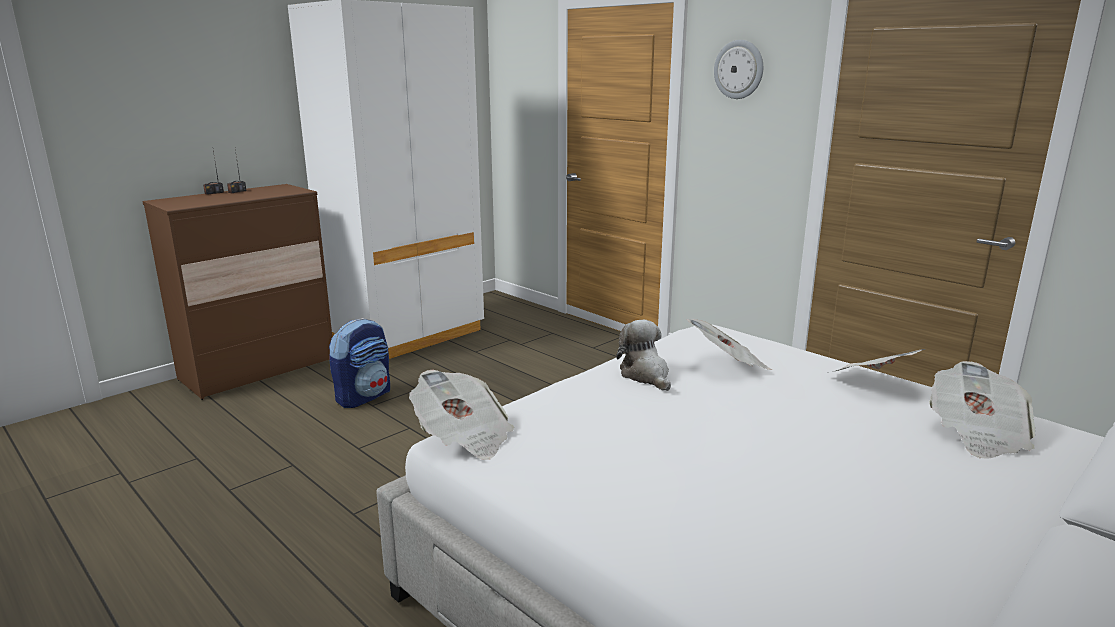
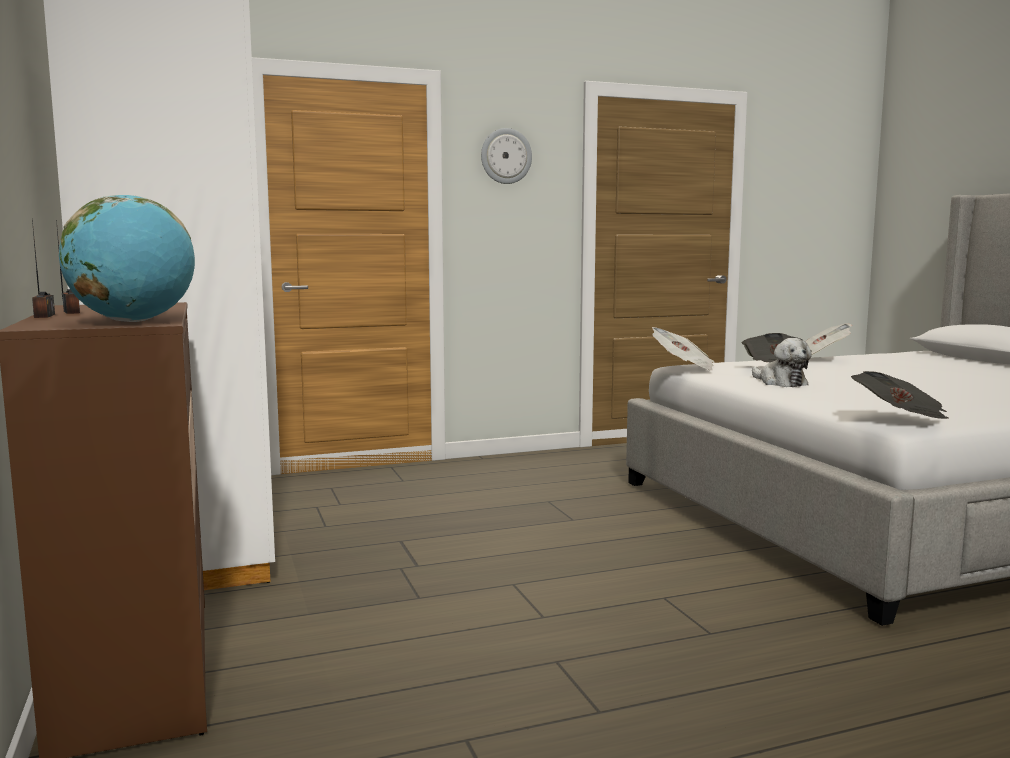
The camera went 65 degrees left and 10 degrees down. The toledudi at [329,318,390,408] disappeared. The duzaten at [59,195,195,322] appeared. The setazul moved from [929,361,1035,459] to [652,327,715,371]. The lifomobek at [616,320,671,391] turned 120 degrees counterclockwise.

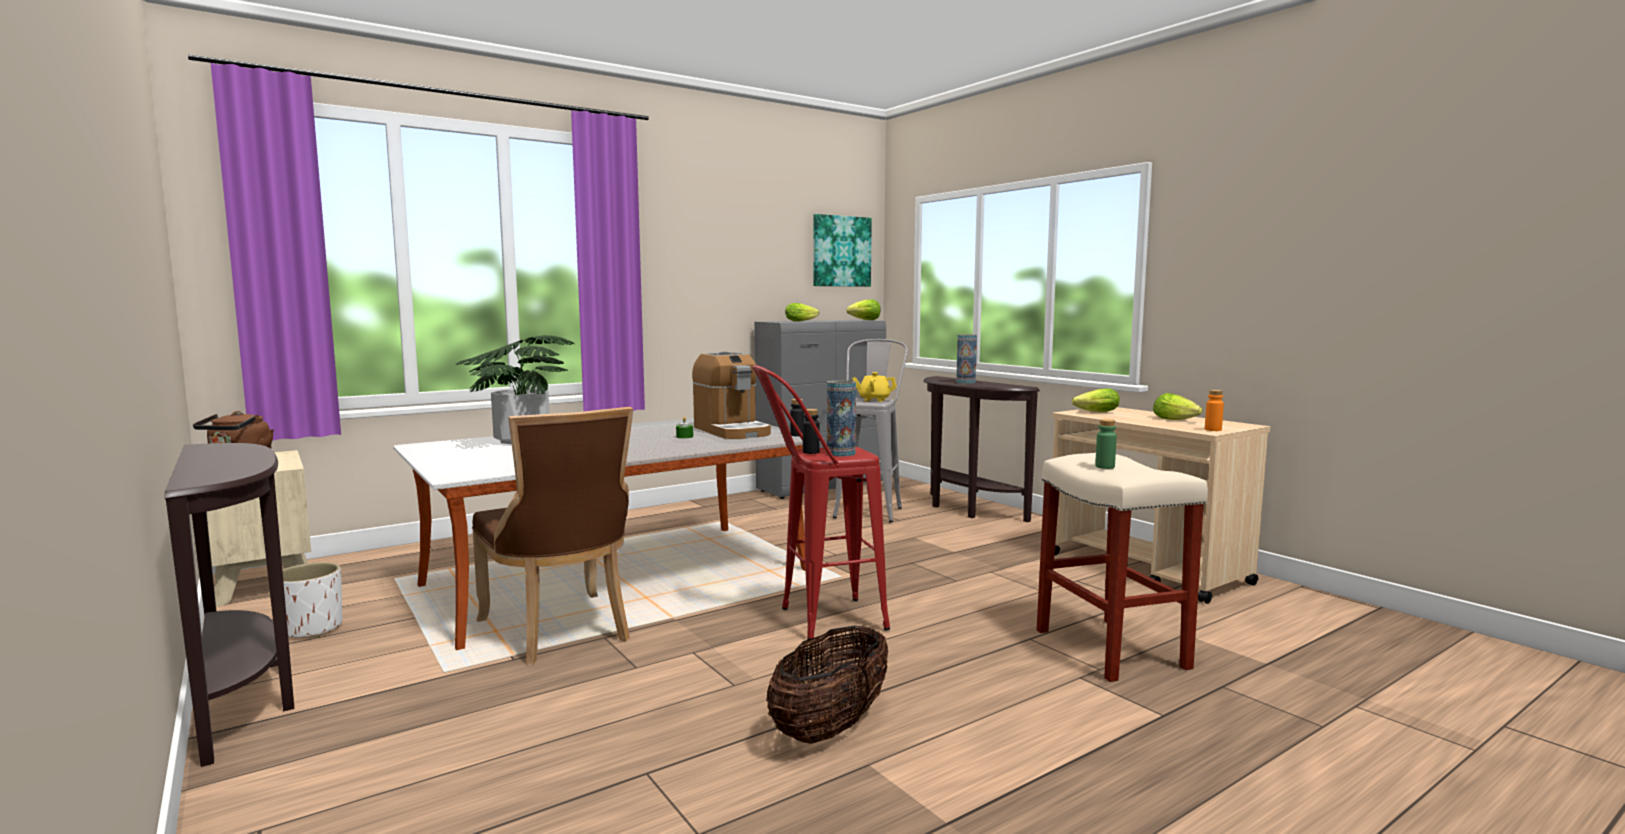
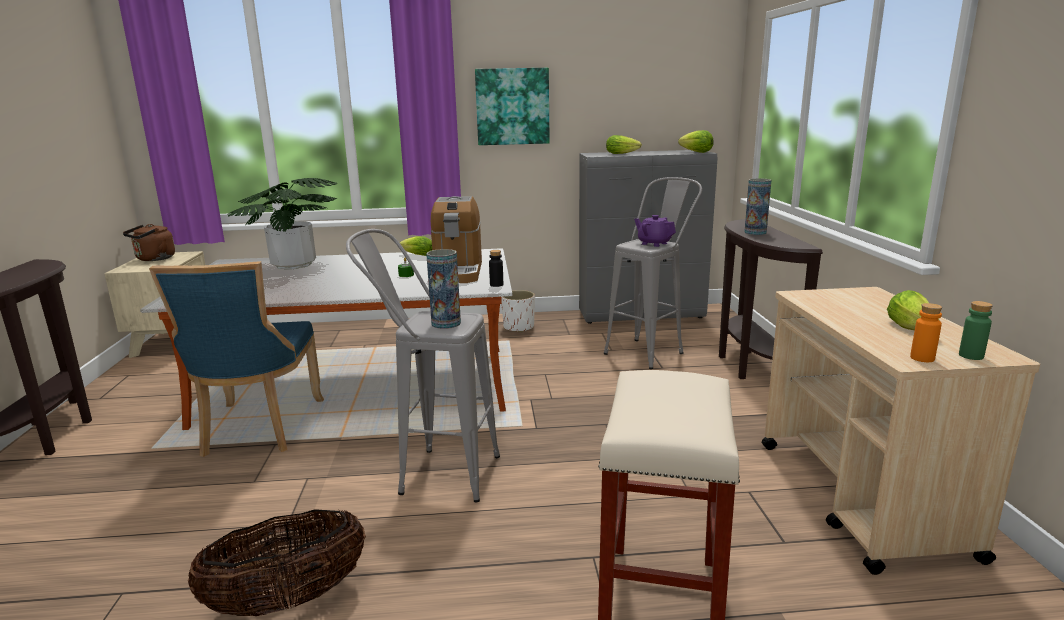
The camera went 30 degrees right and 10 degrees up. The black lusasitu at [803,409,820,454] disappeared. The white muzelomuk moved from [282,562,342,638] to [501,290,535,333]. The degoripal moved from [813,214,872,287] to [475,68,550,145]. The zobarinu moved from [1072,388,1120,412] to [399,236,432,256]. The green lusasitu moved from [1095,419,1117,469] to [959,301,993,360]. The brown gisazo at [472,407,633,664] became the blue gisazo at [149,261,324,457]. The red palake at [752,365,890,640] became the grey palake at [346,229,500,502]. The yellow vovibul at [852,372,897,402] became the purple vovibul at [634,215,676,247].

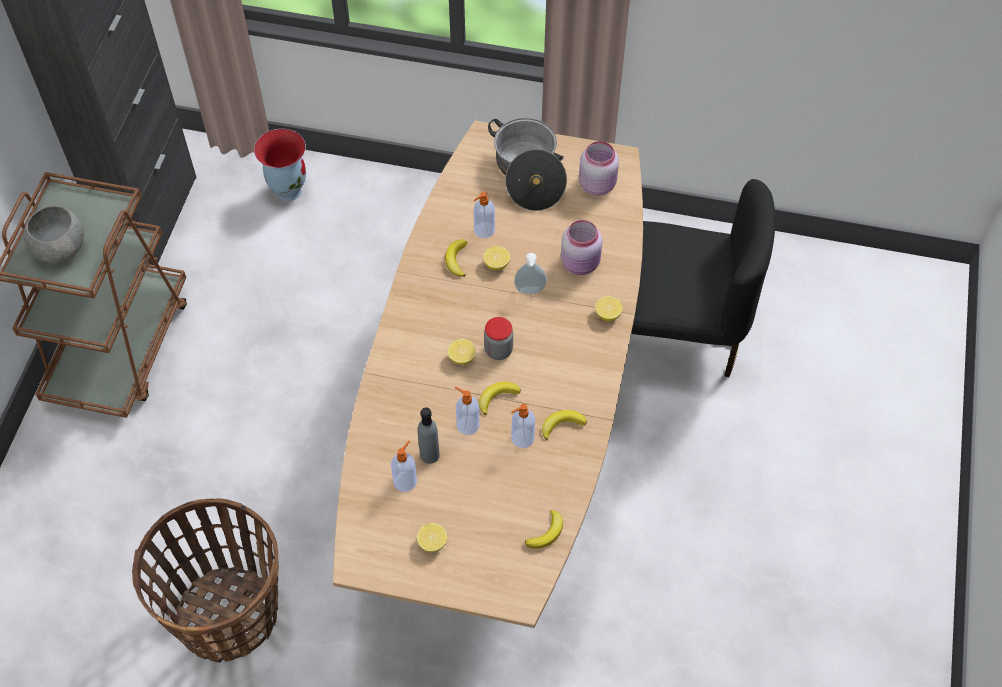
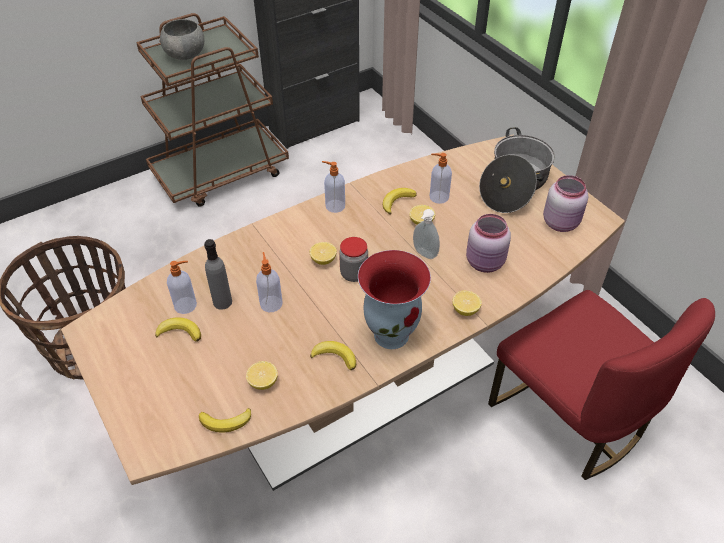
The camera went 45 degrees right and 10 degrees down. The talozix moved from [254,129,306,201] to [358,250,431,349]. The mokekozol moved from [417,523,447,552] to [246,361,278,390]. The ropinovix moved from [479,382,521,415] to [155,317,201,342]. The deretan moved from [511,404,535,448] to [322,161,345,213]. The black gisazo at [631,179,775,377] became the red gisazo at [488,290,715,480].

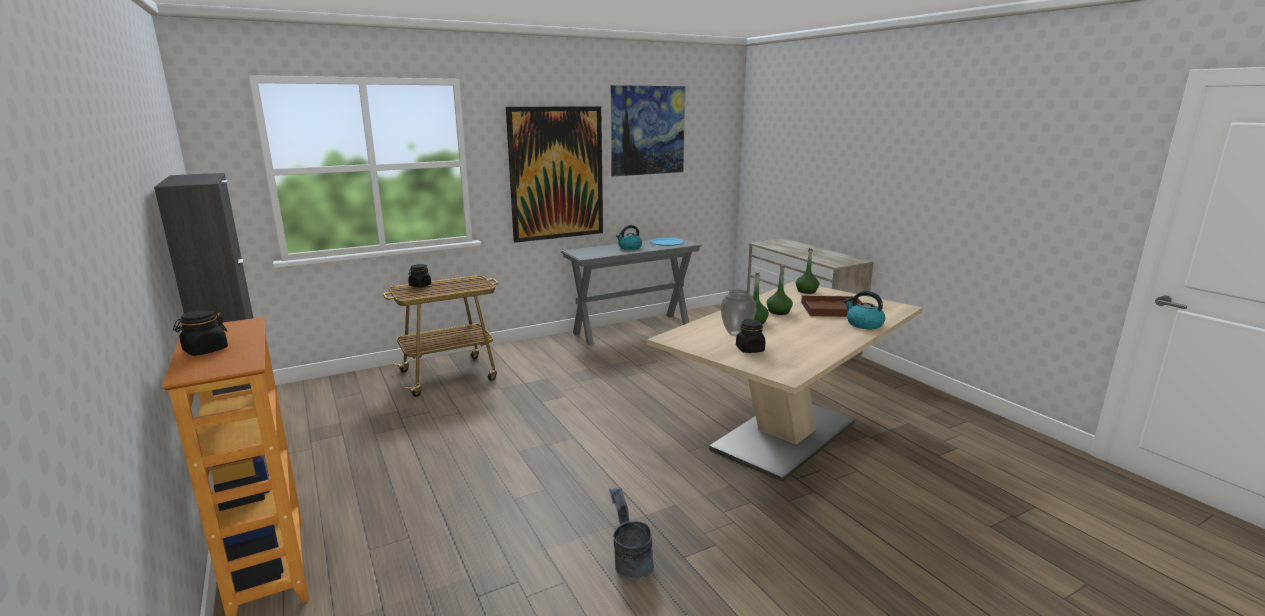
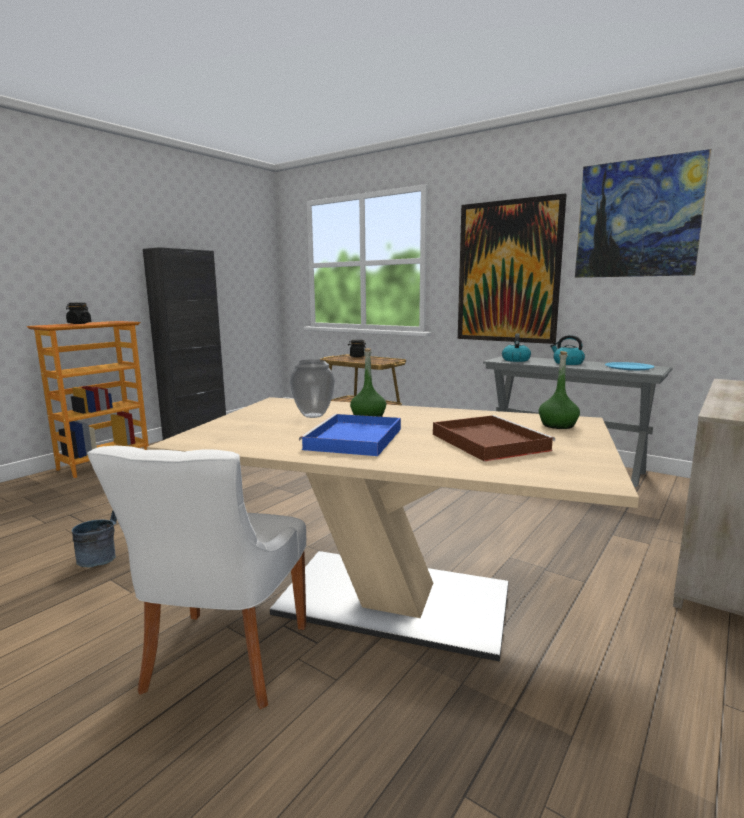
The camera went 65 degrees right and 5 degrees down. The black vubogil at [736,319,765,353] disappeared. The green lusasitu at [766,264,793,315] disappeared. The white gisazo at [87,446,306,709] appeared. The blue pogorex at [299,414,401,456] appeared. The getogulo moved from [844,291,885,329] to [502,333,531,362].

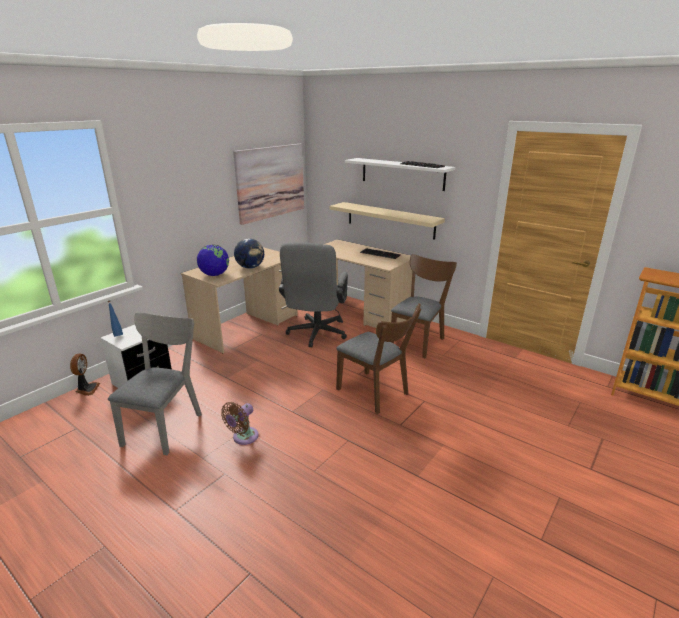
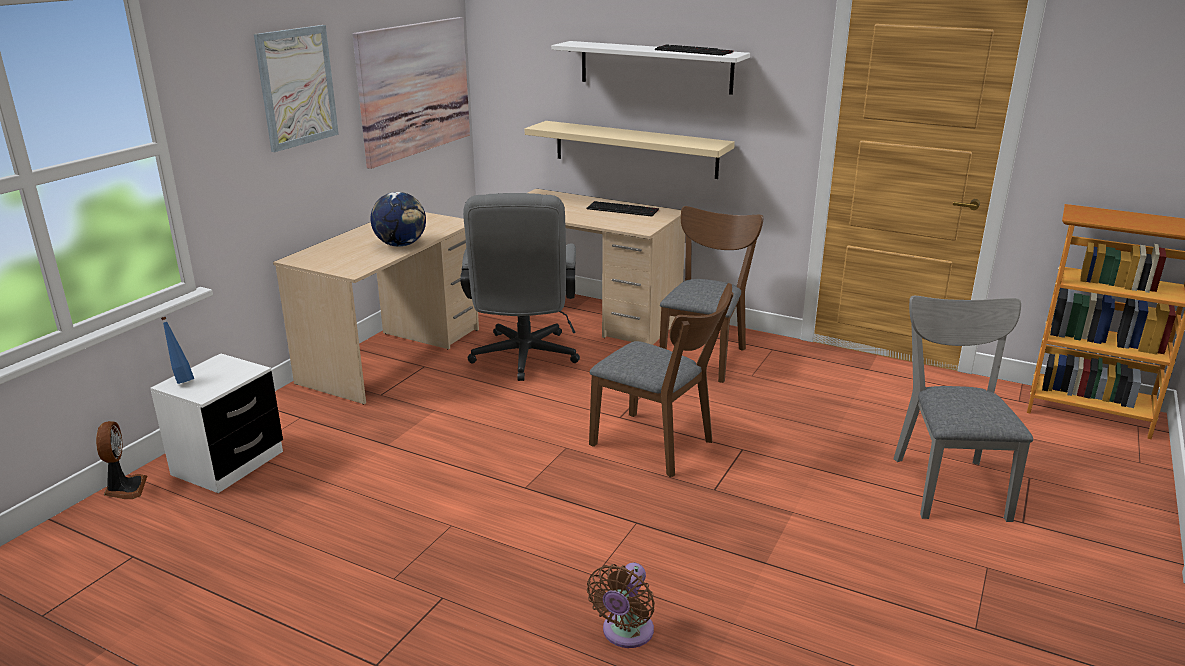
The camera went 10 degrees left and 0 degrees up. The duzaten at [197,245,229,276] disappeared. The degoripal at [254,25,339,152] appeared. The grey gisazo moved from [108,312,202,455] to [893,296,1033,522]. The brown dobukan moved from [221,402,259,445] to [587,563,655,648].

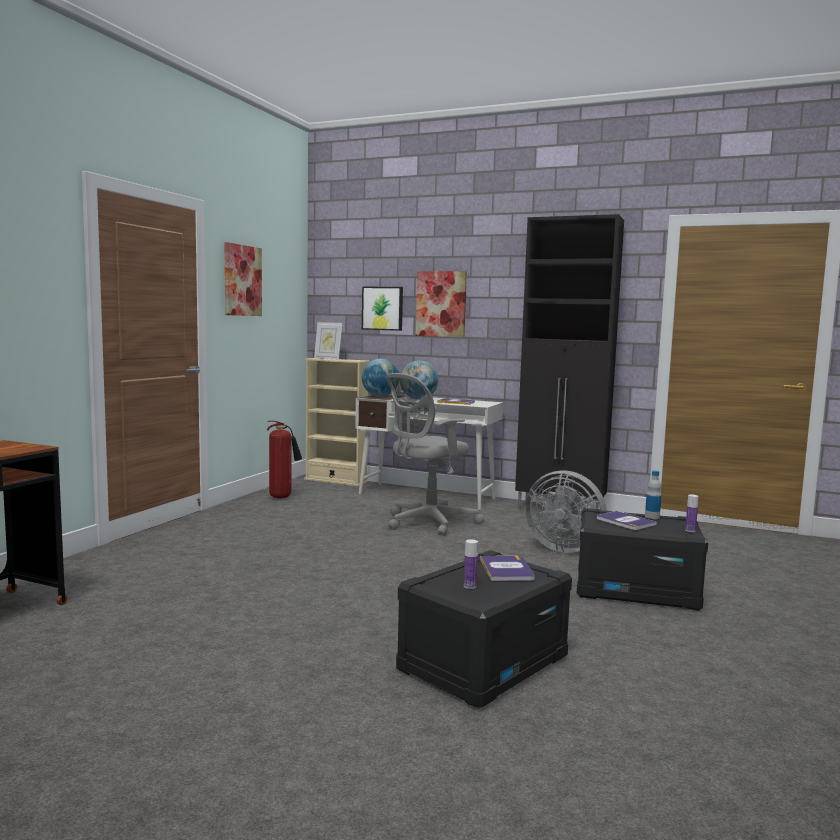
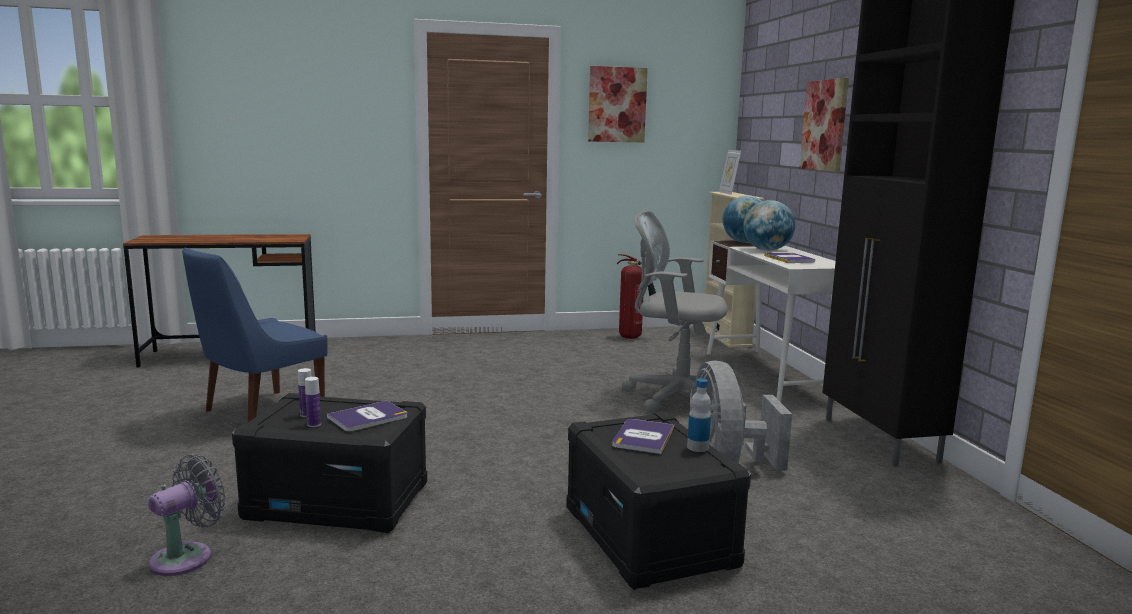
The camera went 55 degrees right and 5 degrees up. The degoripal at [362,287,403,331] disappeared. The grey dobukan at [148,454,226,576] appeared. The blue gisazo at [182,247,328,422] appeared. The lusasitu moved from [685,495,698,532] to [305,377,321,427].

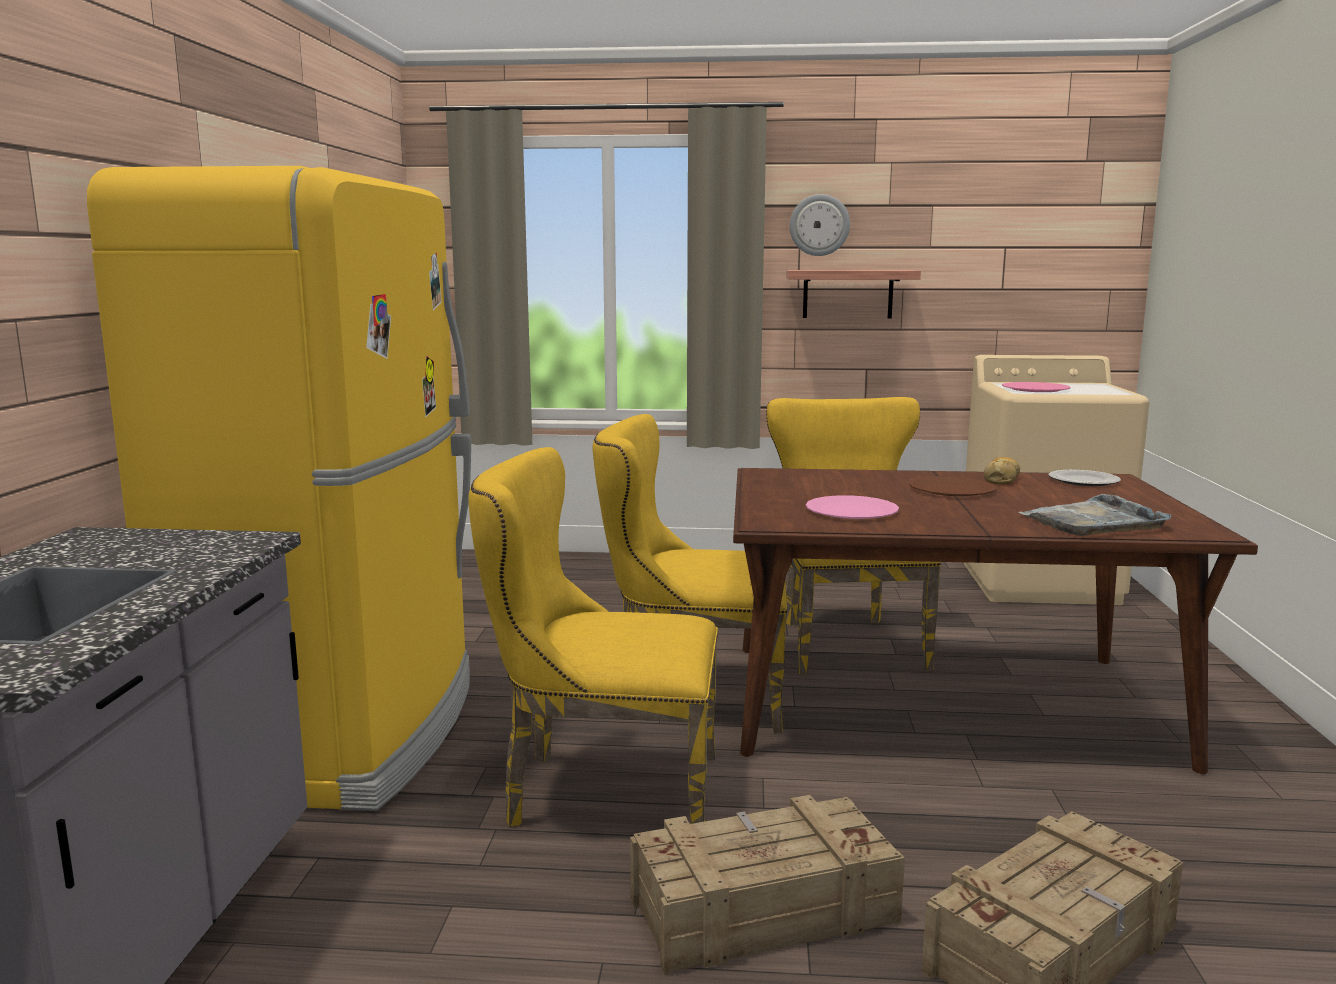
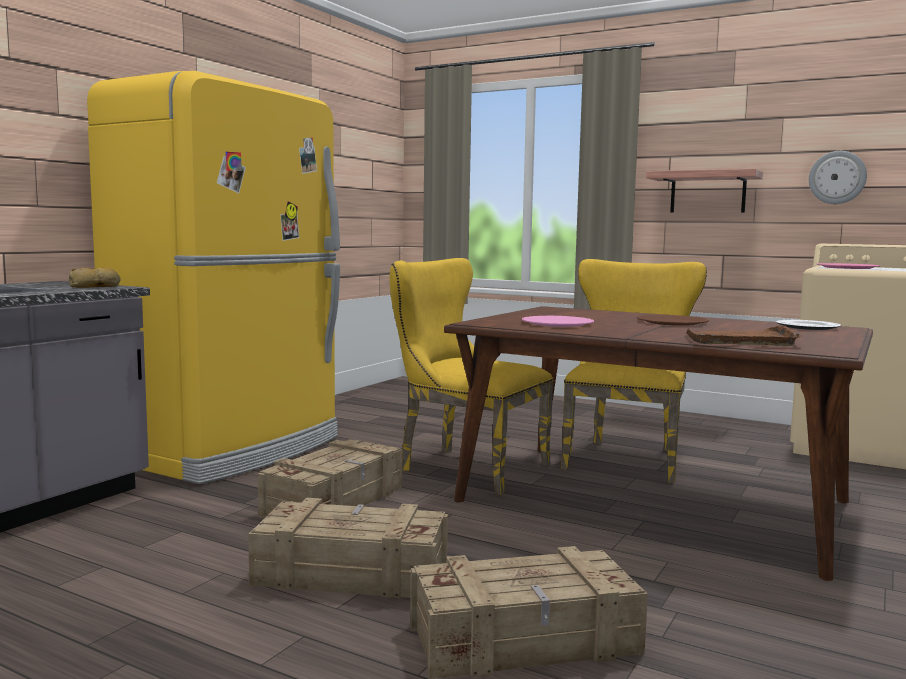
The camera went 25 degrees right and 5 degrees down. The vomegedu moved from [790,194,850,256] to [809,151,867,204]. The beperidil moved from [984,457,1020,484] to [69,267,121,288]. The yellow gisazo at [468,447,718,827] was replaced by the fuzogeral at [258,439,402,518]. The grey pogorex at [1018,494,1171,536] became the brown pogorex at [685,326,803,346].

